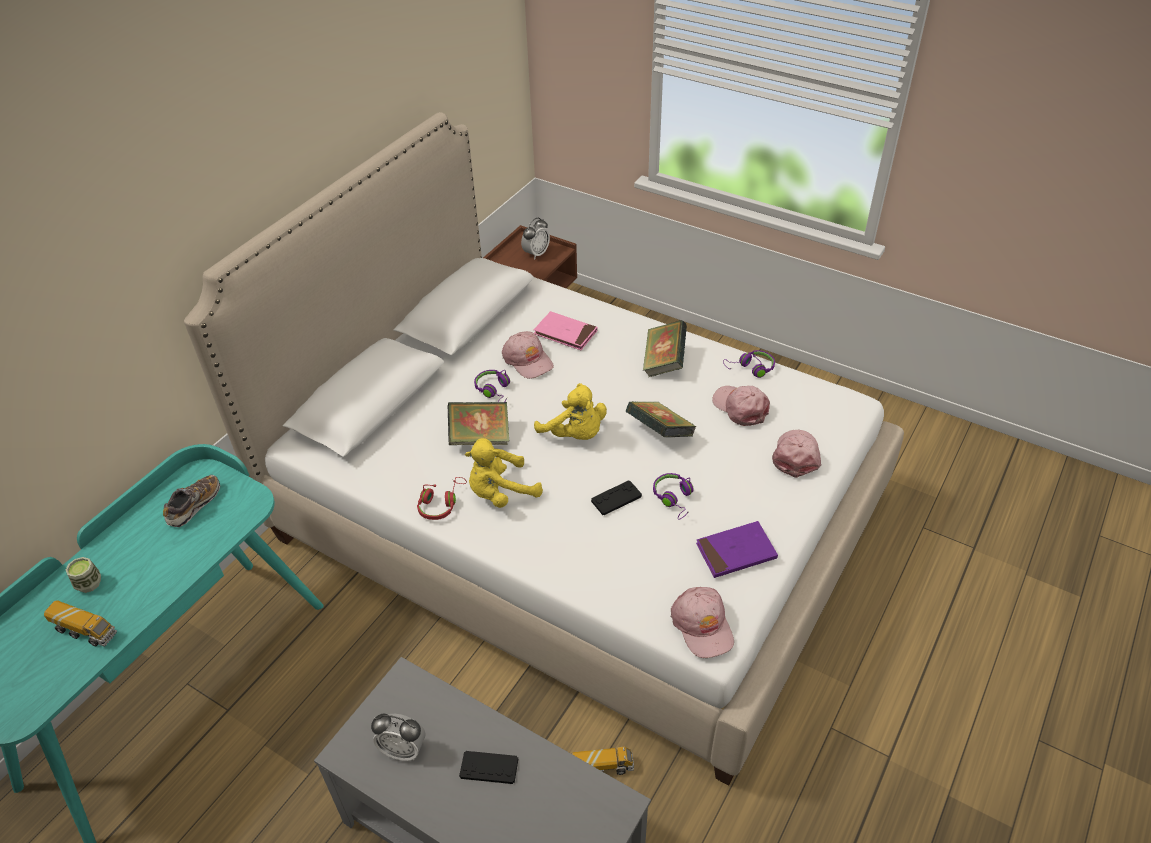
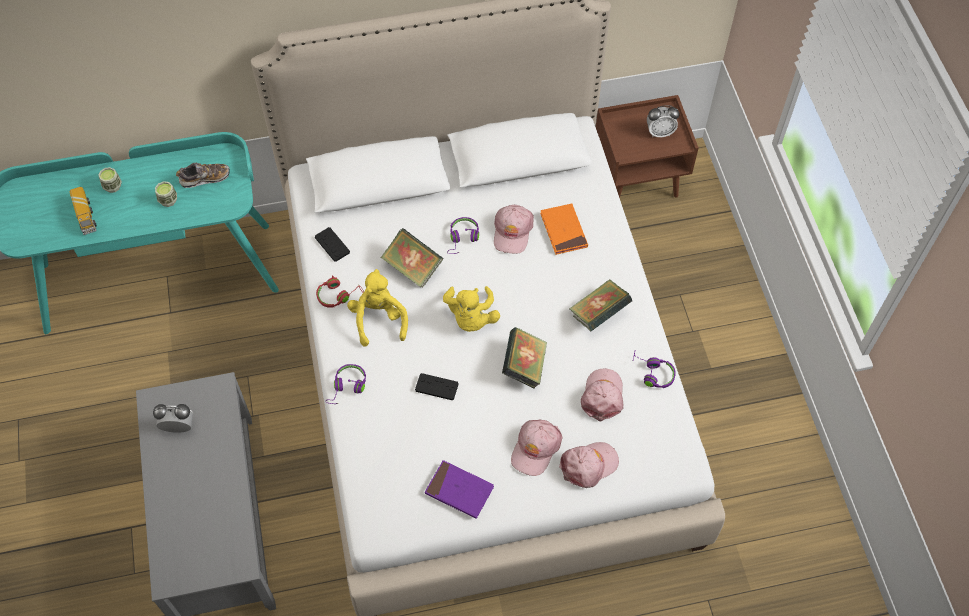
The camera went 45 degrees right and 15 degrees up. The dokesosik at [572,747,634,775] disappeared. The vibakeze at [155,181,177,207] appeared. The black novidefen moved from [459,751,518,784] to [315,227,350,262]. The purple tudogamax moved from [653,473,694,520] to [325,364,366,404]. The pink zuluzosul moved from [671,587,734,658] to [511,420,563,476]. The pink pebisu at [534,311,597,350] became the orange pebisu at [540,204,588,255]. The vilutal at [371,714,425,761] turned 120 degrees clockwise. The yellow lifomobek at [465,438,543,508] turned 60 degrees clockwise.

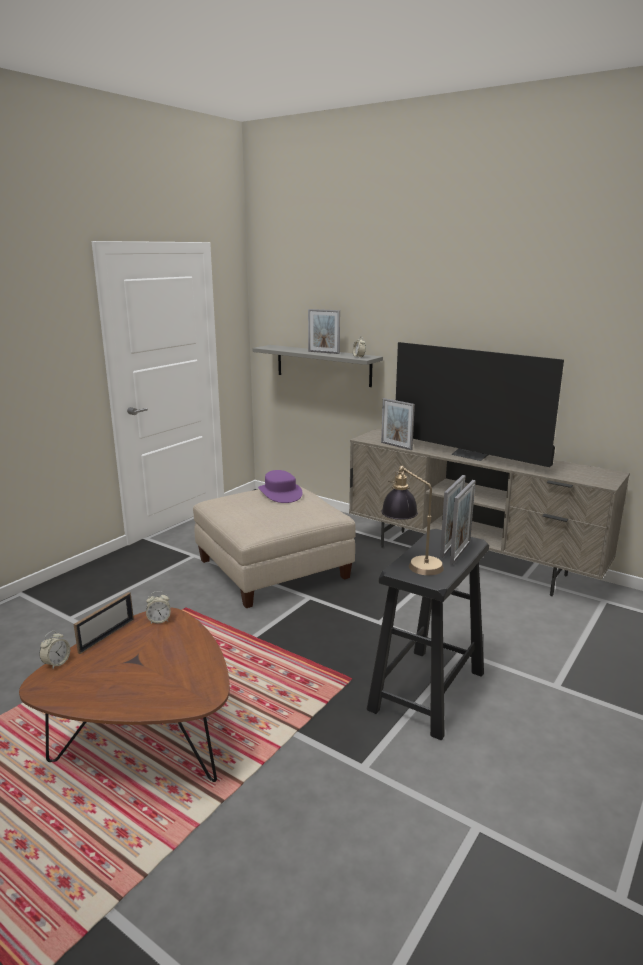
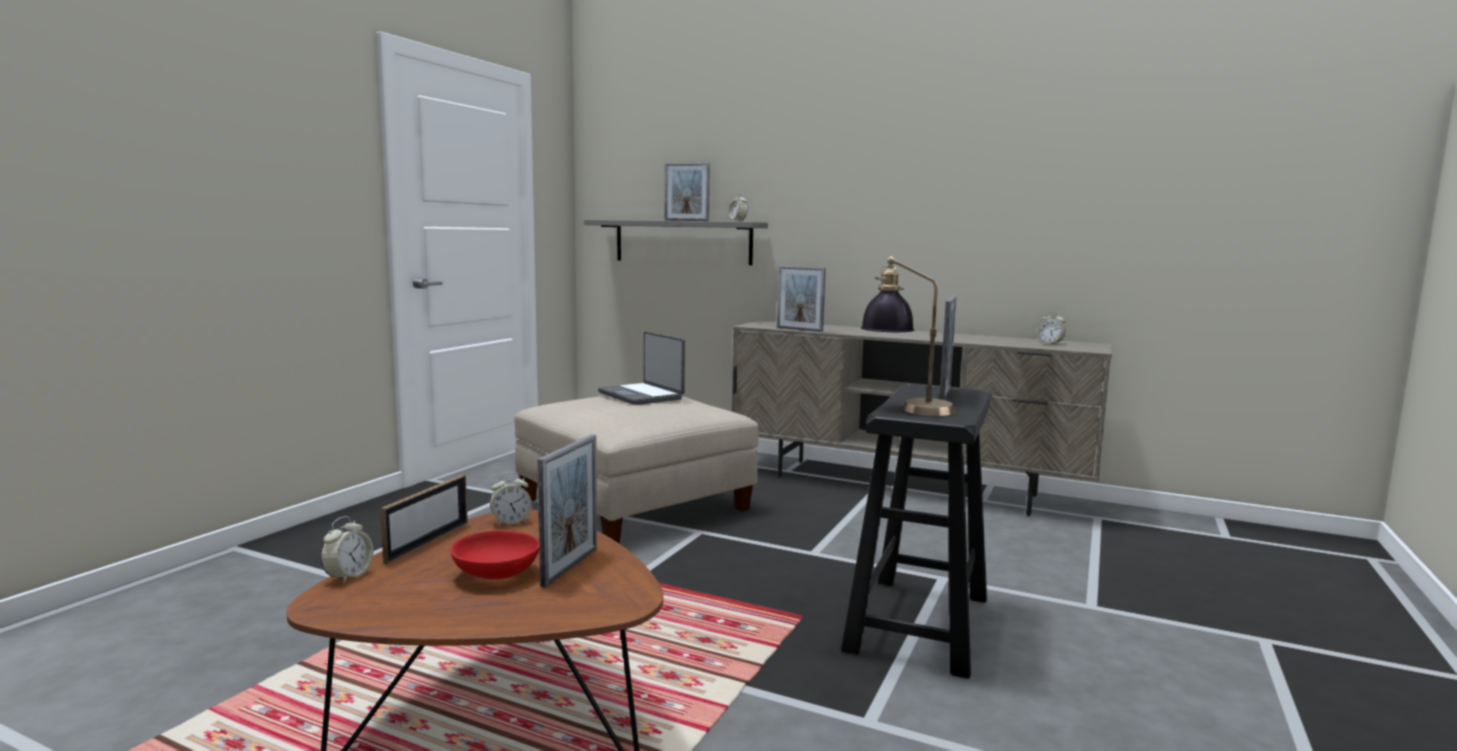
The camera went 10 degrees left and 10 degrees down. The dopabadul at [396,342,564,467] disappeared. The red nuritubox at [450,531,539,579] appeared. The vilutal at [1037,311,1066,344] appeared. The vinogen moved from [450,480,476,565] to [537,434,597,587]. The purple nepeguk at [258,470,303,503] was replaced by the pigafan at [598,332,685,405].

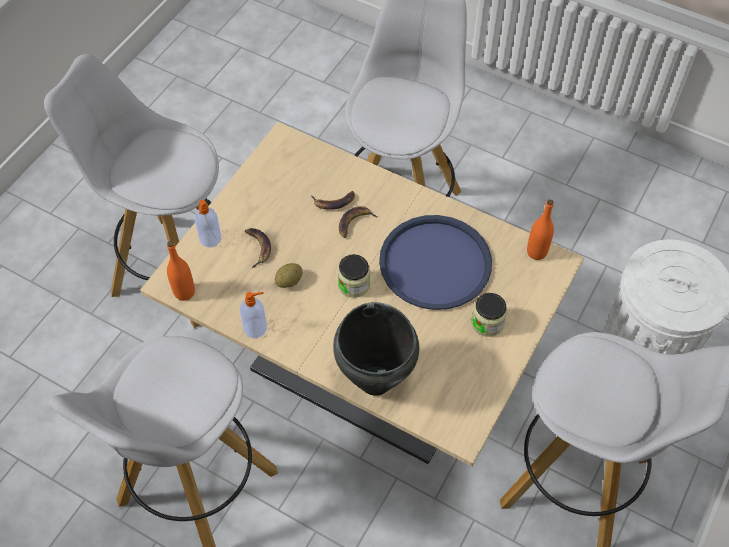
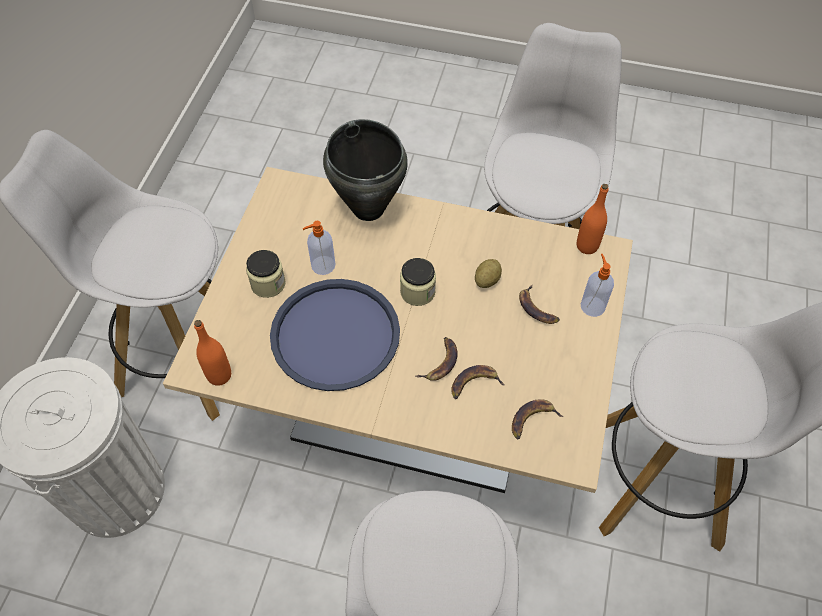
The camera went 165 degrees right and 0 degrees up. The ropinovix at [512,399,564,439] appeared. The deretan moved from [240,292,267,338] to [303,221,335,275].

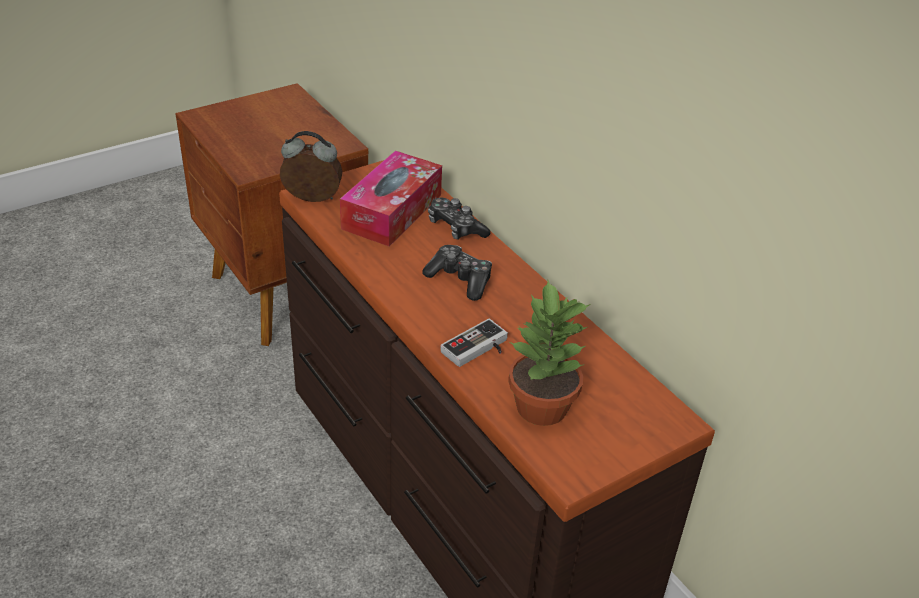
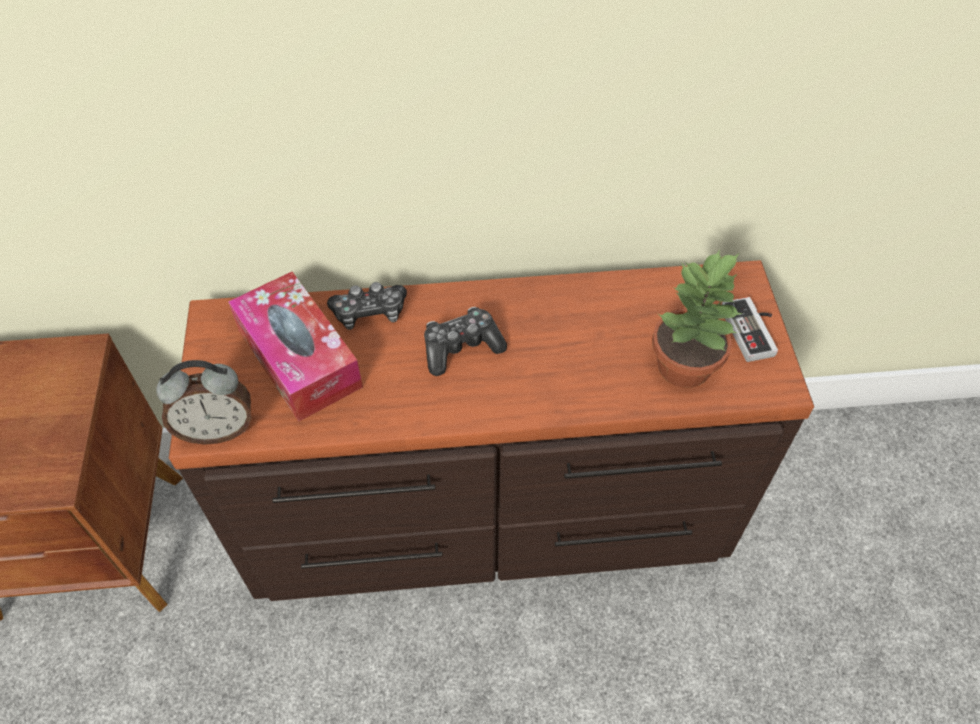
The camera went 60 degrees left and 15 degrees up. The novidefen moved from [440,319,508,367] to [721,297,778,362]. The vilutal at [280,131,342,202] turned 135 degrees counterclockwise.

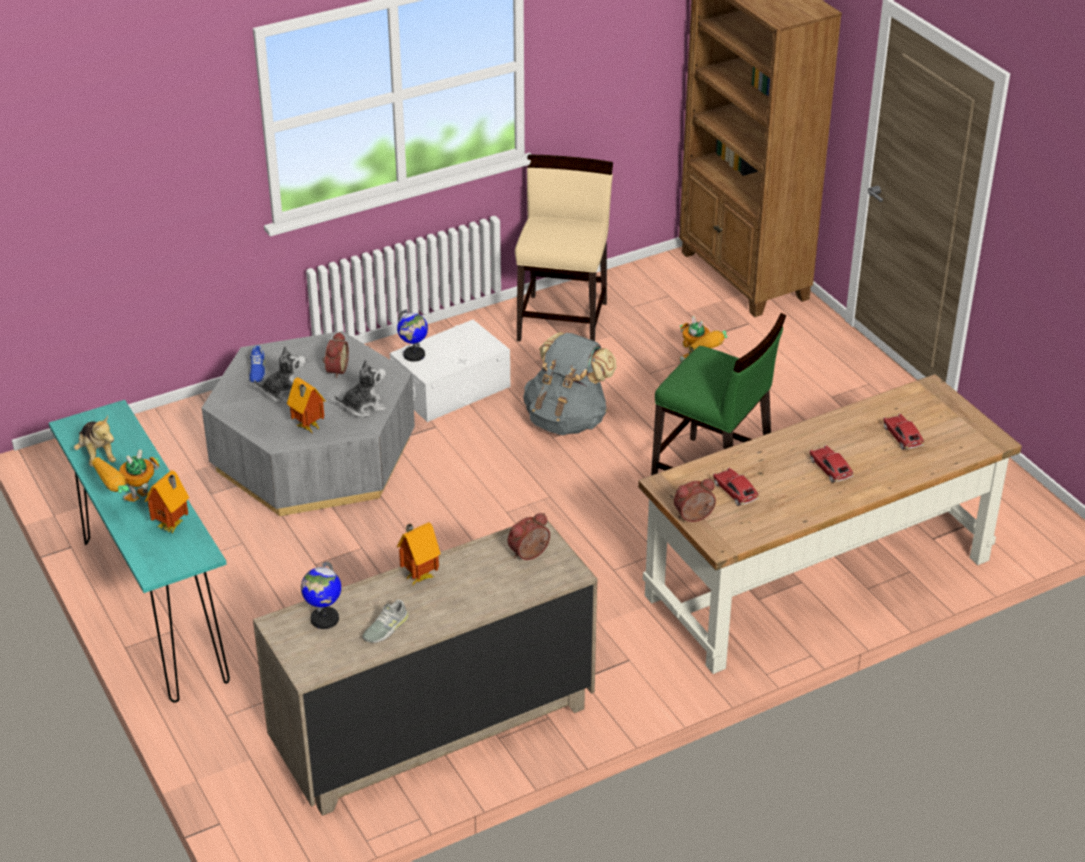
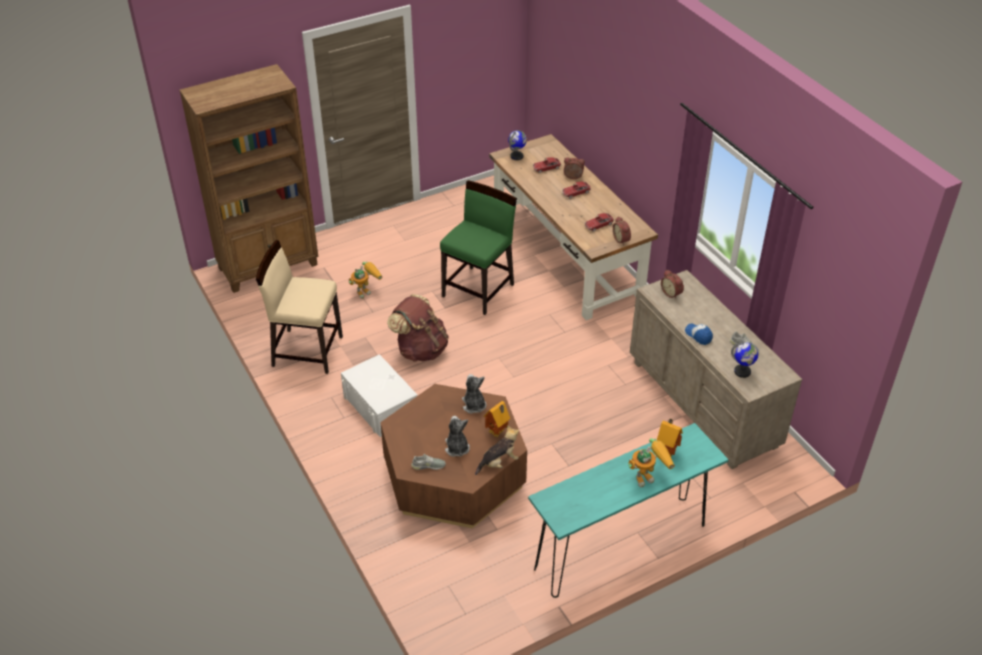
The camera went 90 degrees left and 5 degrees up. The lifomobek moved from [74,415,116,467] to [475,425,519,475]. The vilutal moved from [323,332,349,378] to [564,157,585,179]. The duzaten moved from [397,309,428,362] to [508,130,527,160]. The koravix at [397,522,441,585] was replaced by the zuluzosul at [685,324,713,345]. The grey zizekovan at [202,331,415,516] became the brown zizekovan at [380,384,527,528]. The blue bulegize at [249,346,266,382] became the grey bulegize at [411,454,446,470]. The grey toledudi at [523,332,617,435] became the brown toledudi at [387,294,449,362]. The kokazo at [92,449,160,502] turned 75 degrees counterclockwise.

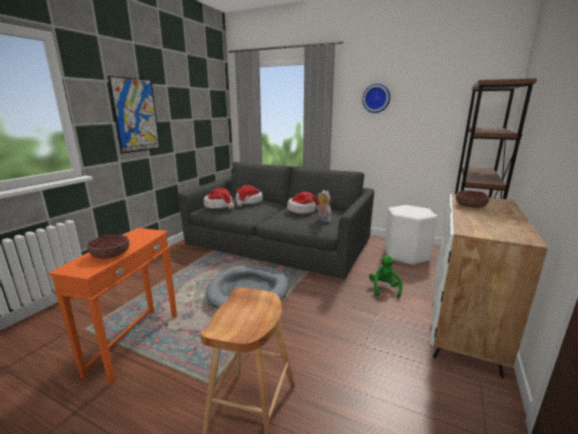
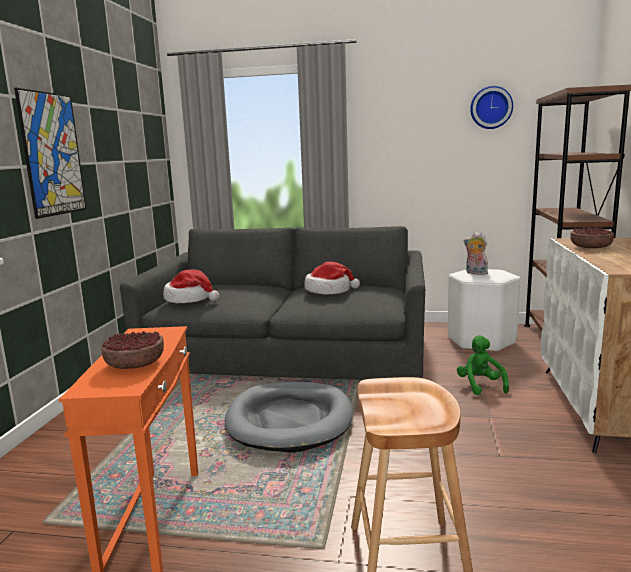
The camera went 15 degrees left and 5 degrees down. The nepeguk at [236,185,263,206] disappeared. The lifomobek moved from [317,190,332,222] to [464,232,488,275]. The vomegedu moved from [362,84,390,113] to [470,86,513,129].

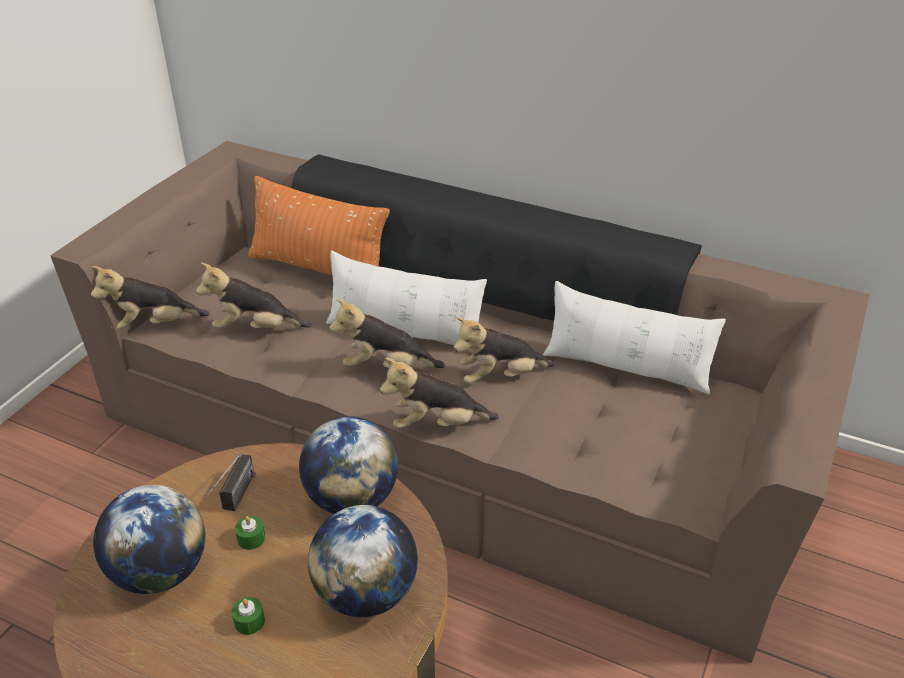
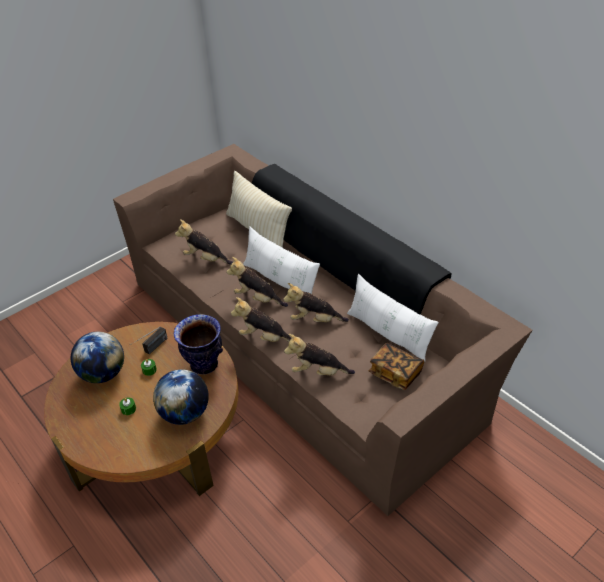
The camera went 25 degrees right and 5 degrees up. The pebisu at [369,343,424,390] appeared. The lifomobek moved from [91,266,210,329] to [284,334,355,375]. The duzaten at [299,416,398,514] was replaced by the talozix at [173,314,223,375]. The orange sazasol at [248,176,390,276] became the beige sazasol at [226,171,292,248].

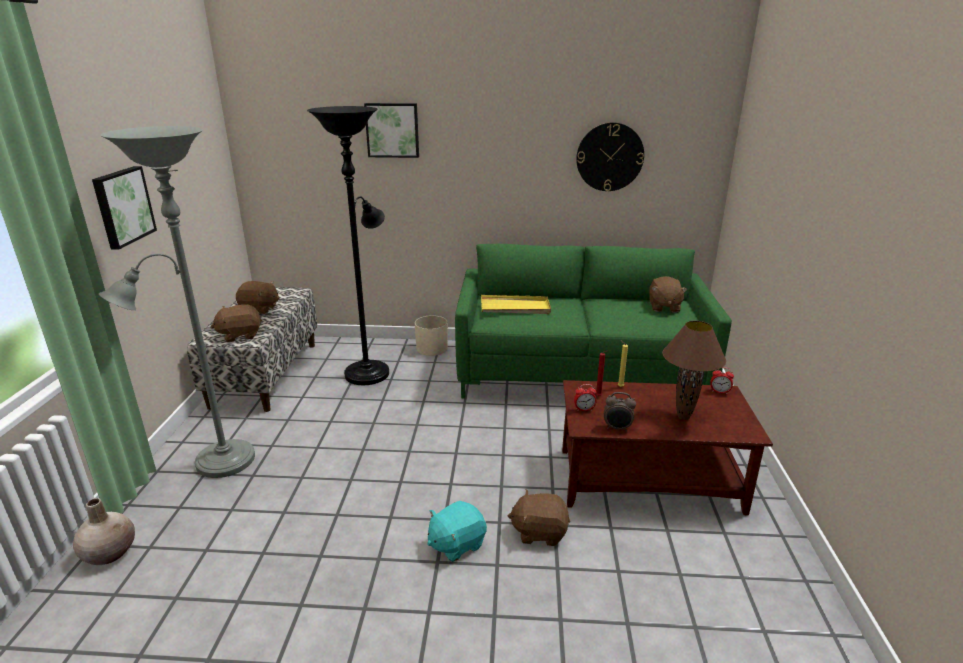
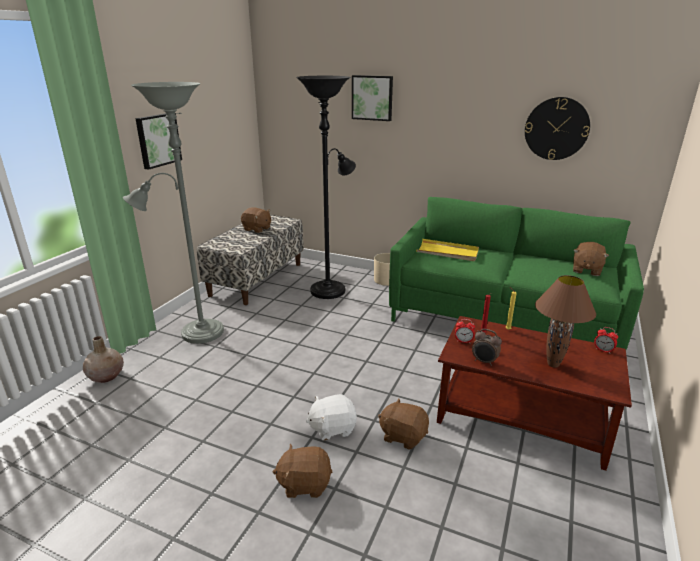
The camera went 20 degrees right and 0 degrees up. The brown lifomobek moved from [211,304,262,342] to [273,444,332,498]. The turquoise lifomobek at [427,501,487,562] became the white lifomobek at [306,394,357,440].

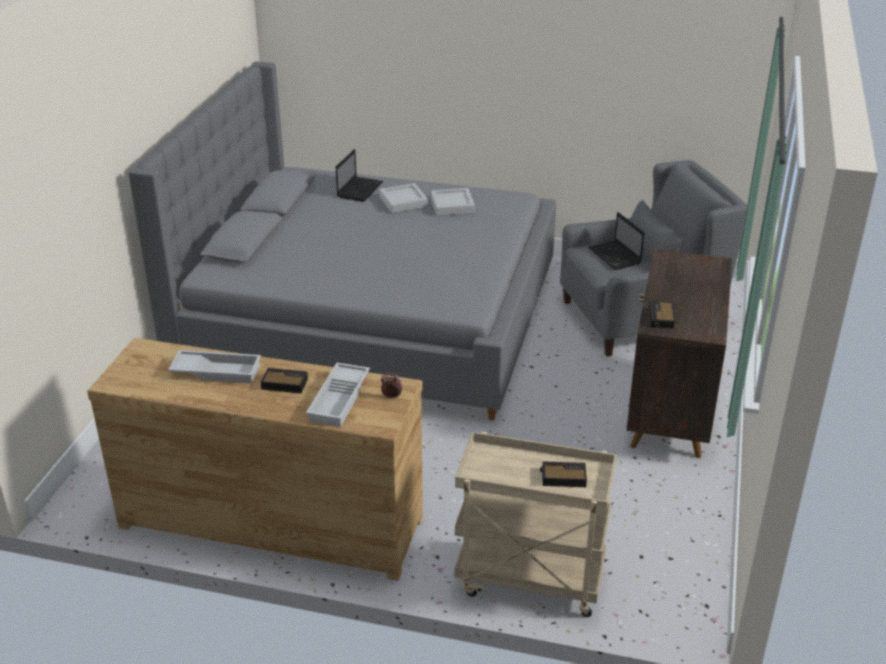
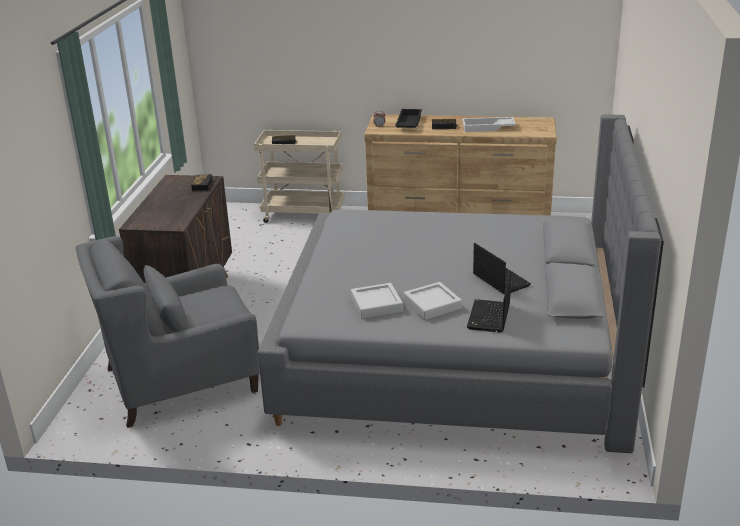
The camera went 175 degrees right and 5 degrees down. The pigafan moved from [588,212,644,270] to [473,243,531,294]. The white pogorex at [306,363,370,427] became the black pogorex at [395,109,422,128].

